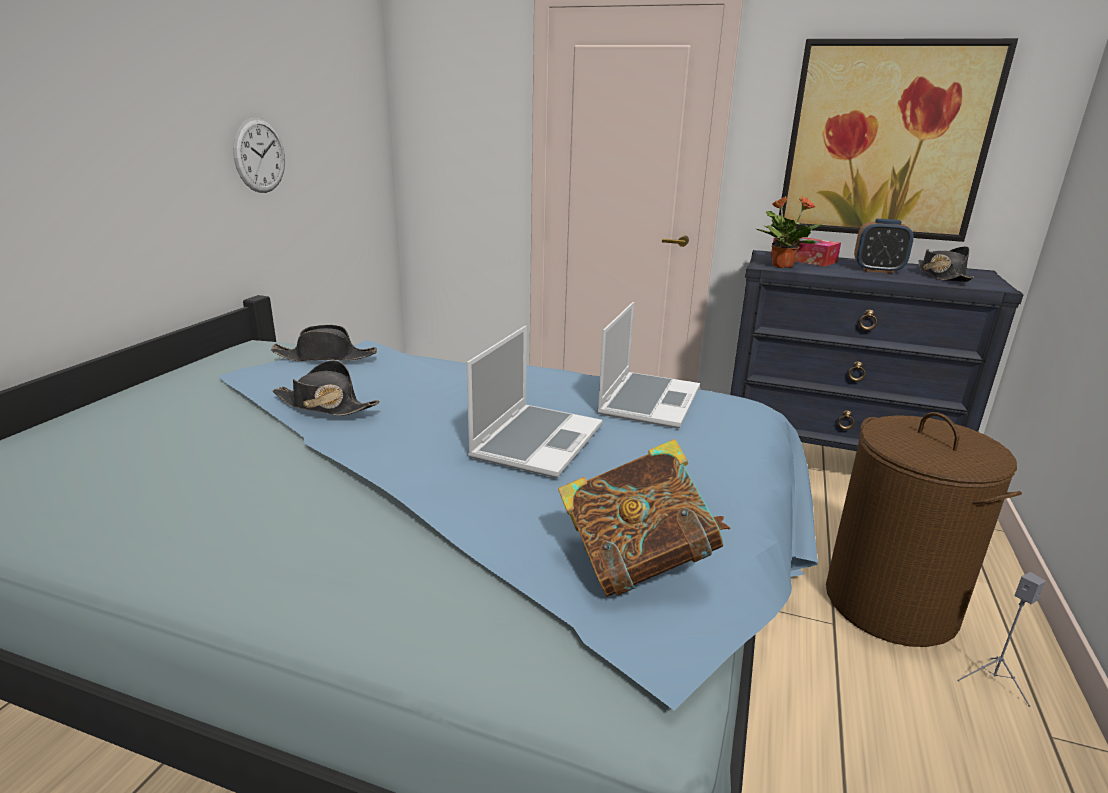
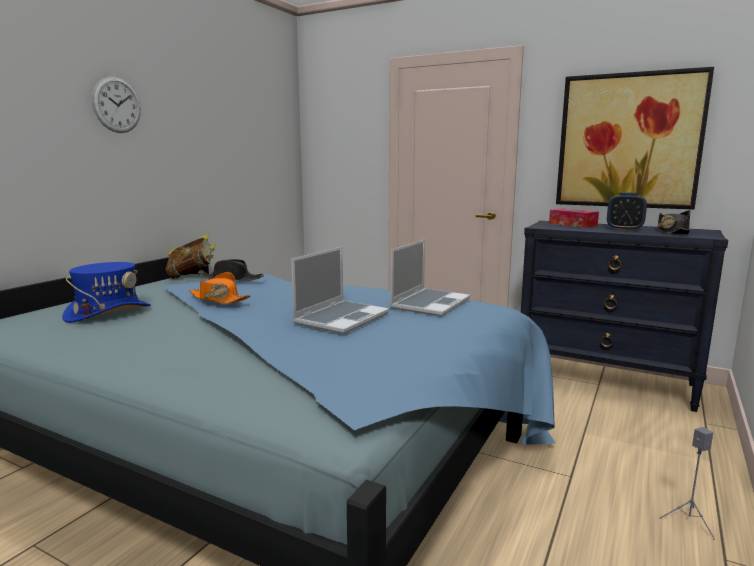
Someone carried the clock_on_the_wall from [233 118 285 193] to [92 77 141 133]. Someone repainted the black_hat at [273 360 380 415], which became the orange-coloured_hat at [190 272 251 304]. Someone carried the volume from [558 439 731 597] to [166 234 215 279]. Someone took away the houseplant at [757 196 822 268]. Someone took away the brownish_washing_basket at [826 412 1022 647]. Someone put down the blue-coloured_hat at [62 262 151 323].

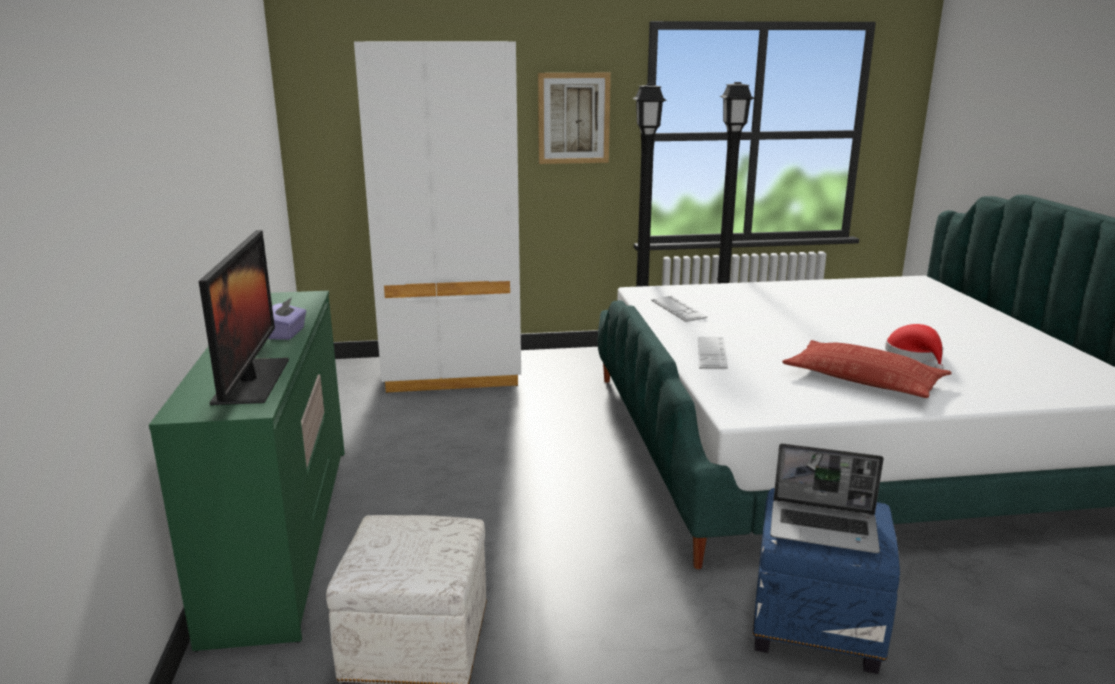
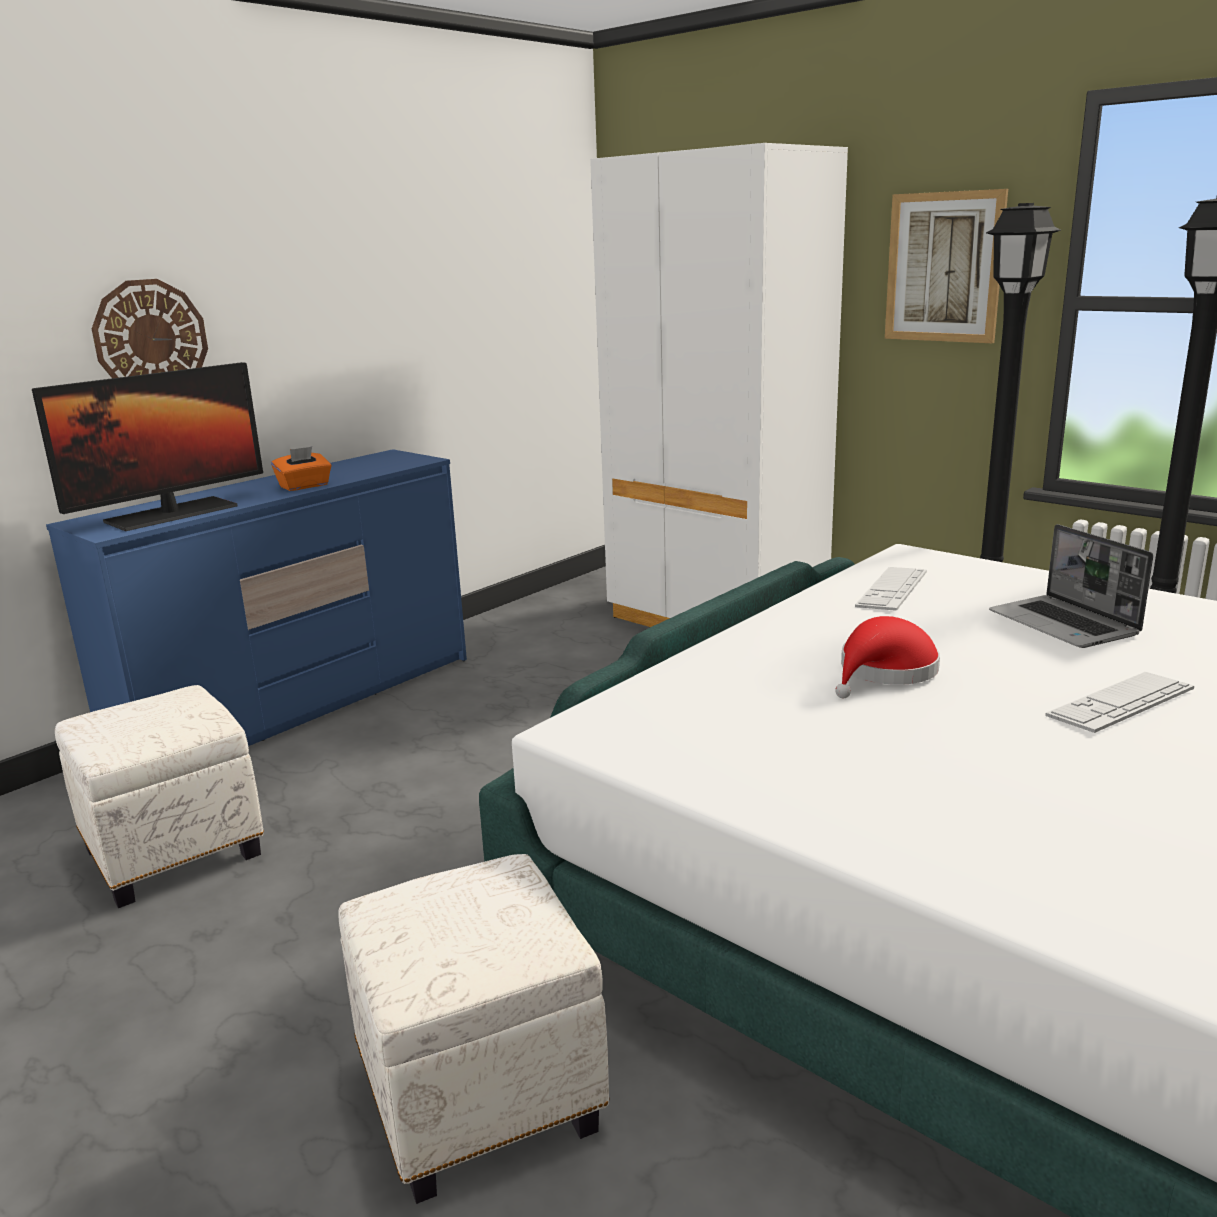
Someone repainted the greenish_dresser at [149 291 345 652], which became the blue-coloured_dresser at [46 449 467 746]. Someone repainted the purplish_box_of_tissues at [269 297 307 340], which became the orange-coloured_box_of_tissues at [271 446 332 491]. Someone carried the computer_keyboard from [698 337 728 369] to [1045 672 1194 733]. Someone repainted the blue-coloured_footrest at [753 488 900 674], which became the whitish_footrest at [338 854 609 1204]. Someone carried the portable_computer from [770 443 884 553] to [989 524 1153 648]. Someone took away the cushion at [782 340 952 398]. Someone carried the red-coloured_hat from [885 324 944 370] to [835 616 940 698]. Someone put up the clock_on_the_wall at [92 279 208 378].

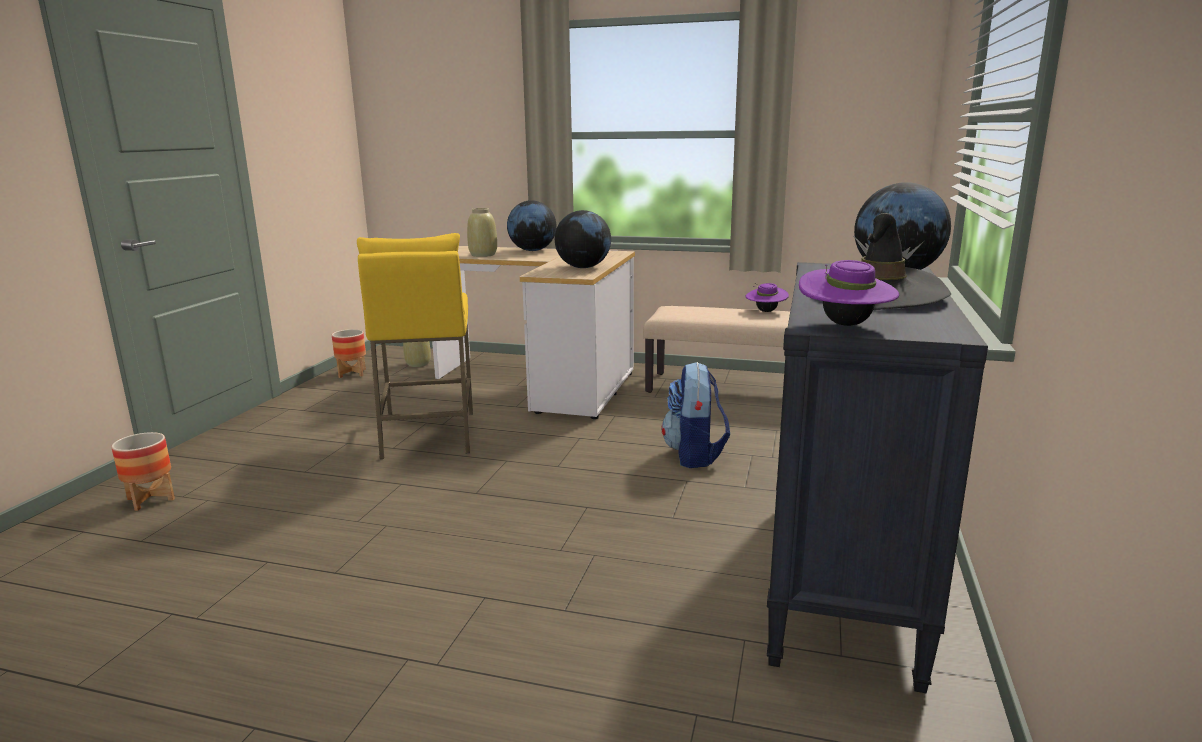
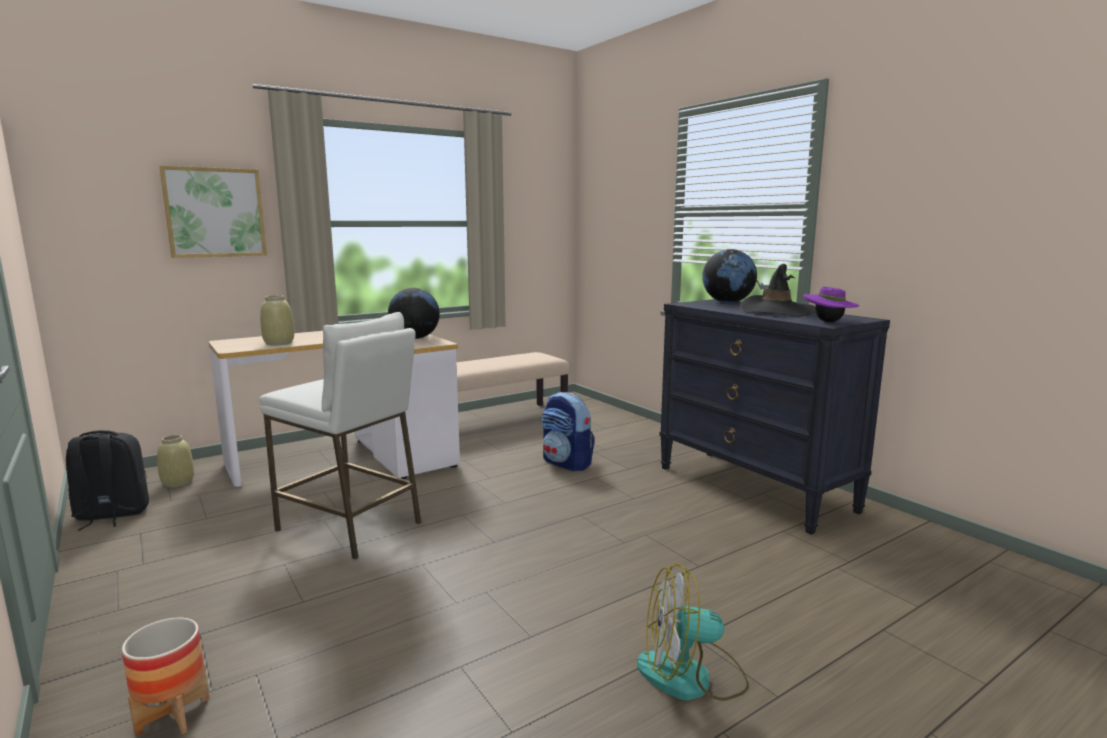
Someone swapped the plant_pot at [332 329 366 378] for the black_rucksack at [66 430 149 530]. Someone repainted the yellowish_sitting_stool at [357 233 473 459], which became the whitish_sitting_stool at [259 312 421 559]. Someone took away the desk_globe at [507 200 557 251]. Someone took away the purplish_hat at [745 283 789 312]. Someone put up the wall_picture at [159 166 267 258]. Someone put down the cooling_fan at [637 563 749 701].

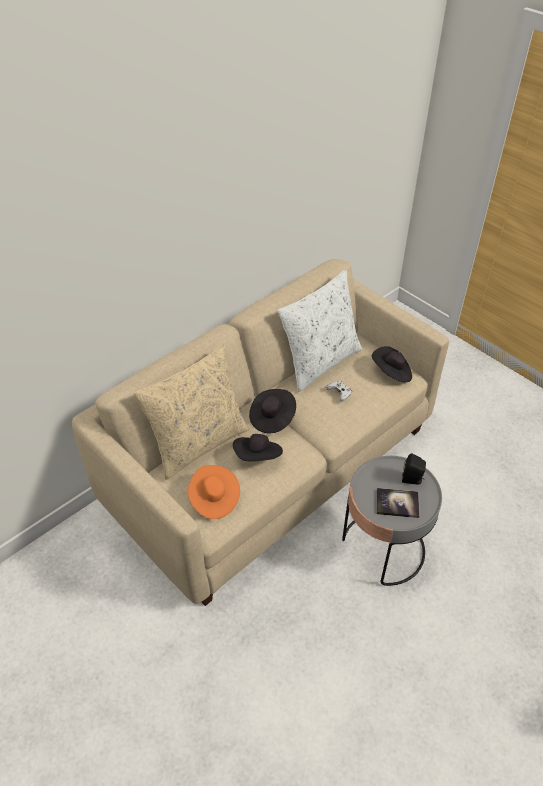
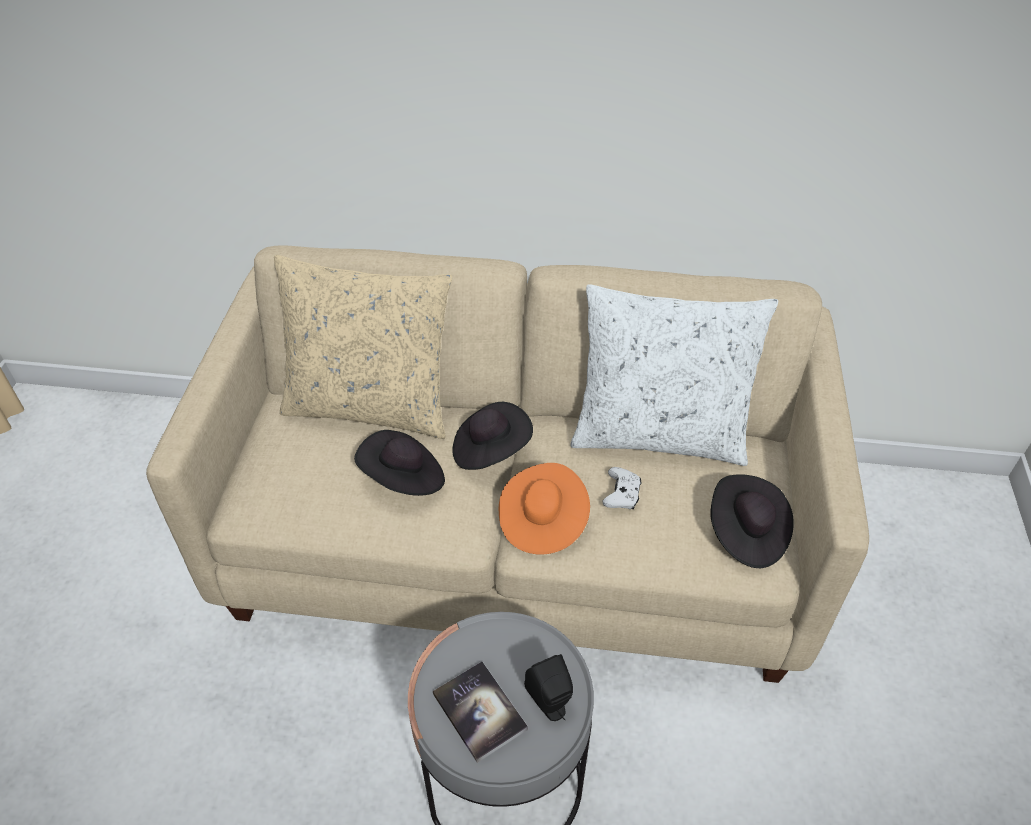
Someone carried the orange-coloured_hat from [188 465 240 519] to [499 463 590 554].

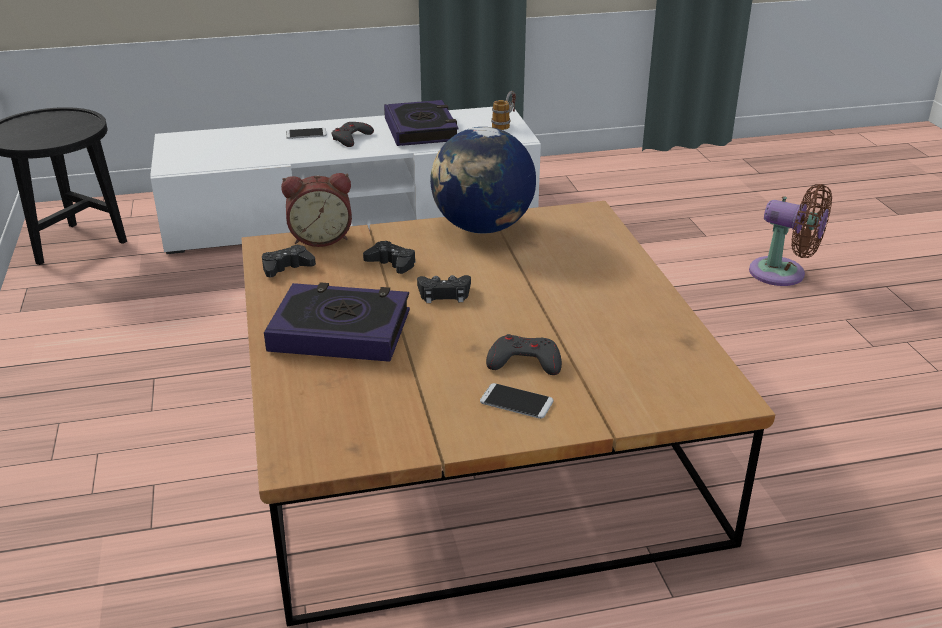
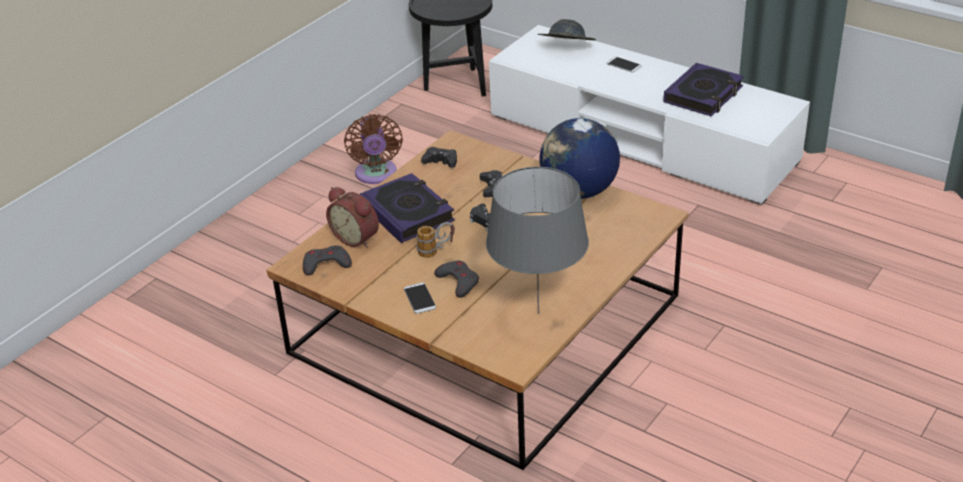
Someone carried the bedside_clock from [281 173 352 247] to [326 187 379 248]. Someone carried the gray_game_controller from [331 122 374 147] to [303 245 352 275]. Someone carried the coffee_mug from [491 91 516 130] to [417 222 455 258]. Someone carried the brownish_cooling_fan from [749 184 832 286] to [344 114 403 184]. Someone put down the gray_lamp_for_a_table at [486 167 589 314]. Someone put down the gray_hat at [538 19 596 40].

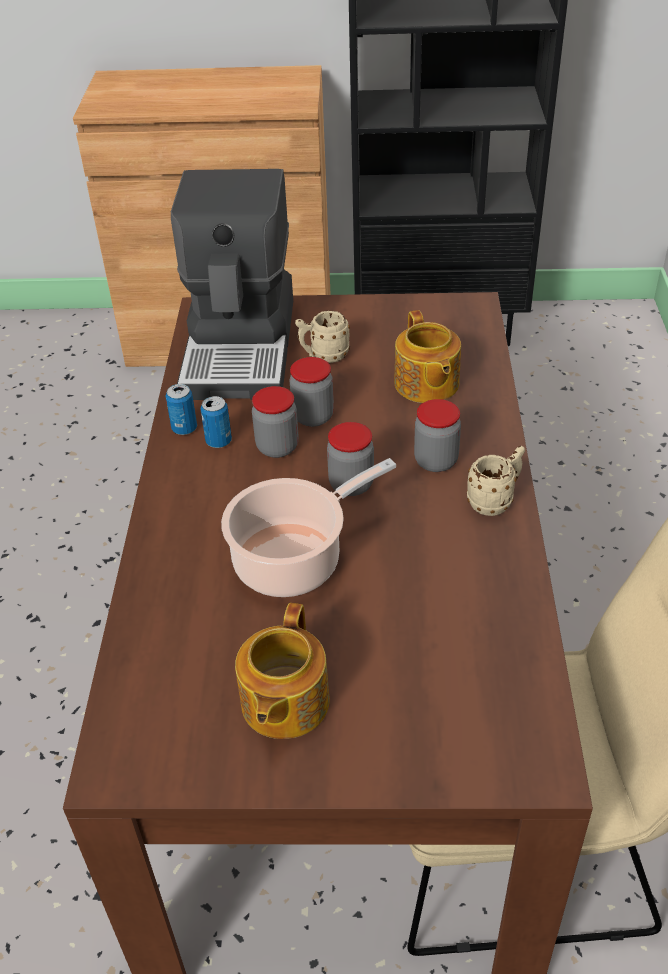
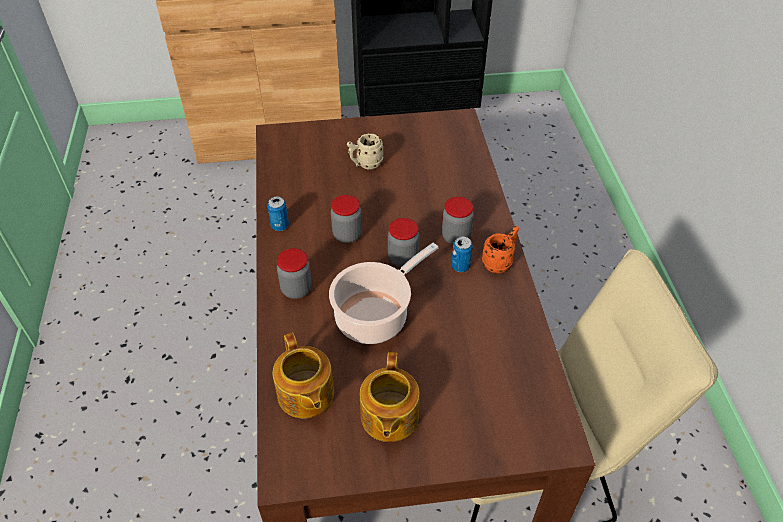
Someone took away the coffee_brewer at [170 169 293 400]. Someone carried the metal_can from [201 396 232 448] to [451 237 473 272]. Someone carried the preserve_jar from [289 357 334 427] to [277 248 312 299]. Someone carried the pot_for_tea from [394 310 461 403] to [273 332 334 418]. Someone repainted the sand-coloured_coffee_mug at [467 446 525 516], which became the orange-coloured_coffee_mug at [482 226 519 273].

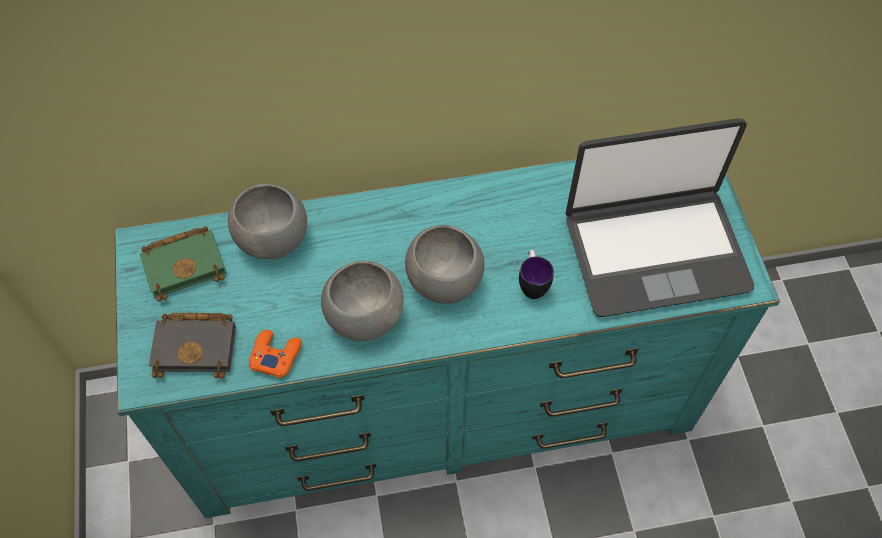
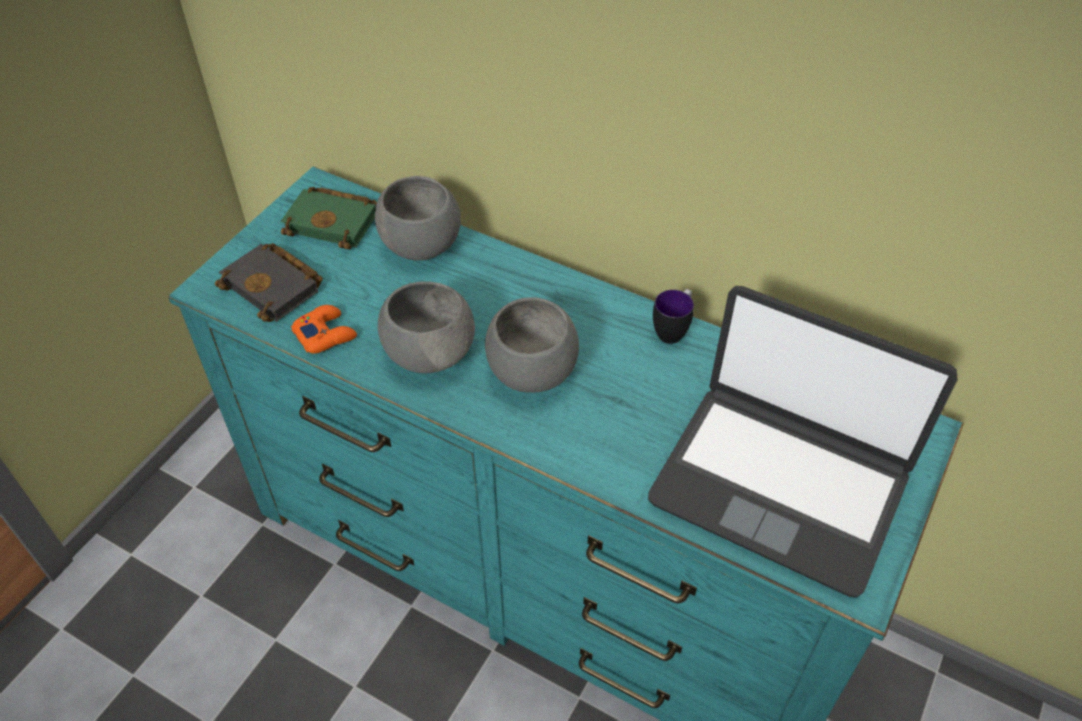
Someone carried the coffee_mug from [519 250 554 299] to [653 289 694 344].

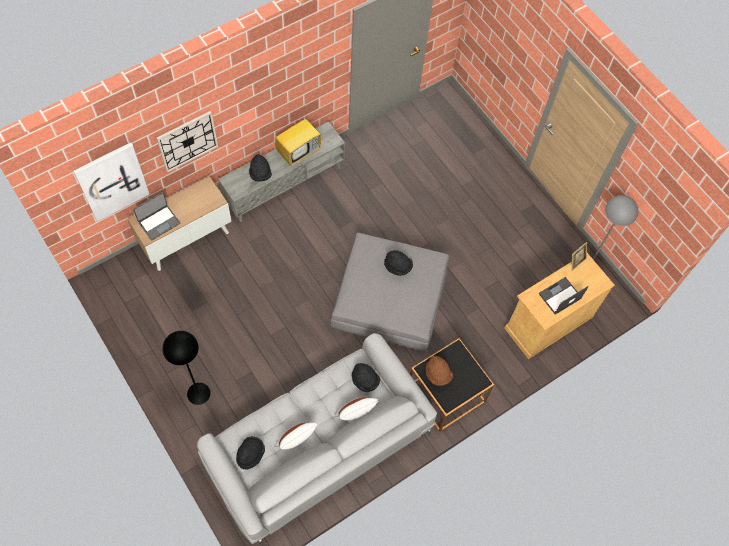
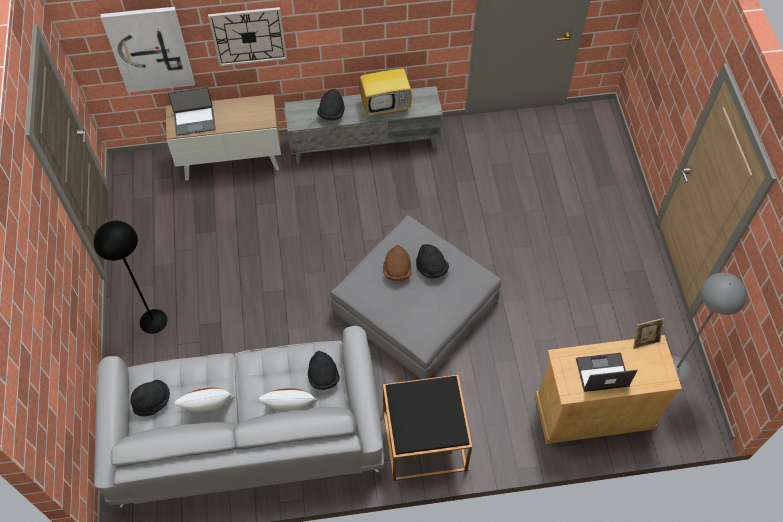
Someone carried the brownish_hat from [425 356 453 386] to [383 245 412 281].

